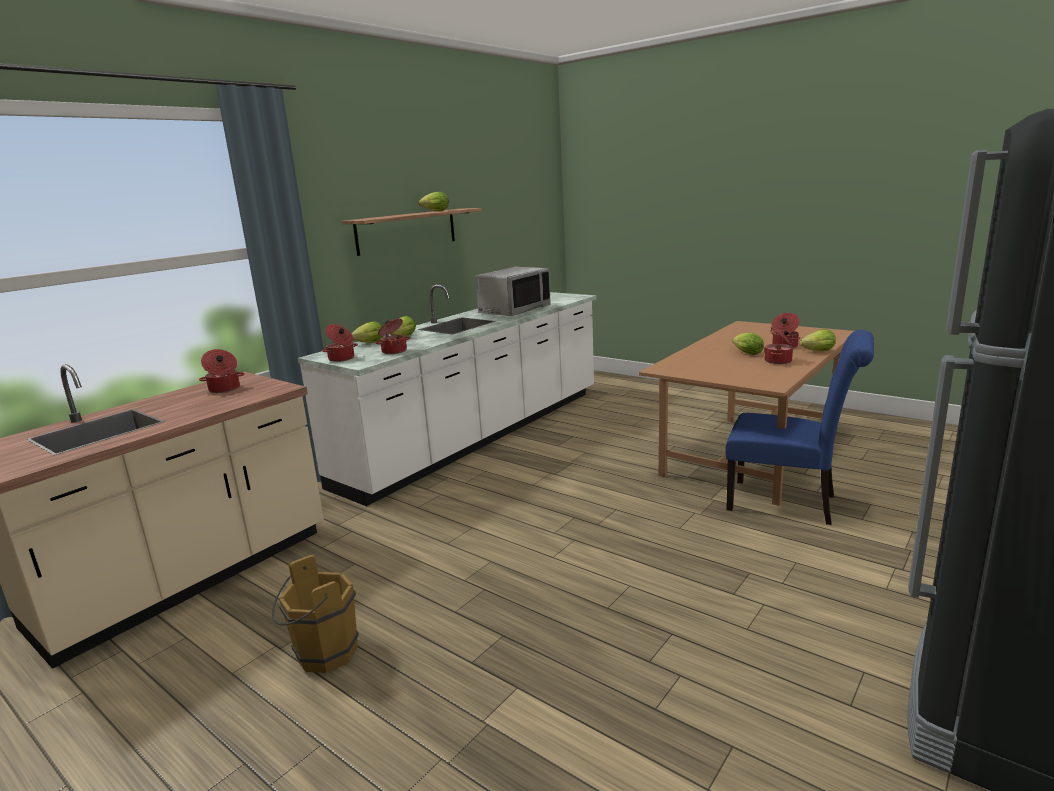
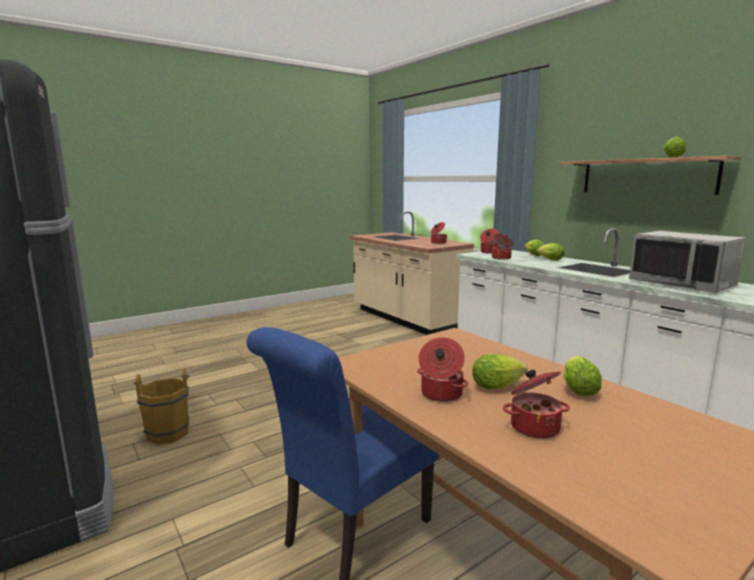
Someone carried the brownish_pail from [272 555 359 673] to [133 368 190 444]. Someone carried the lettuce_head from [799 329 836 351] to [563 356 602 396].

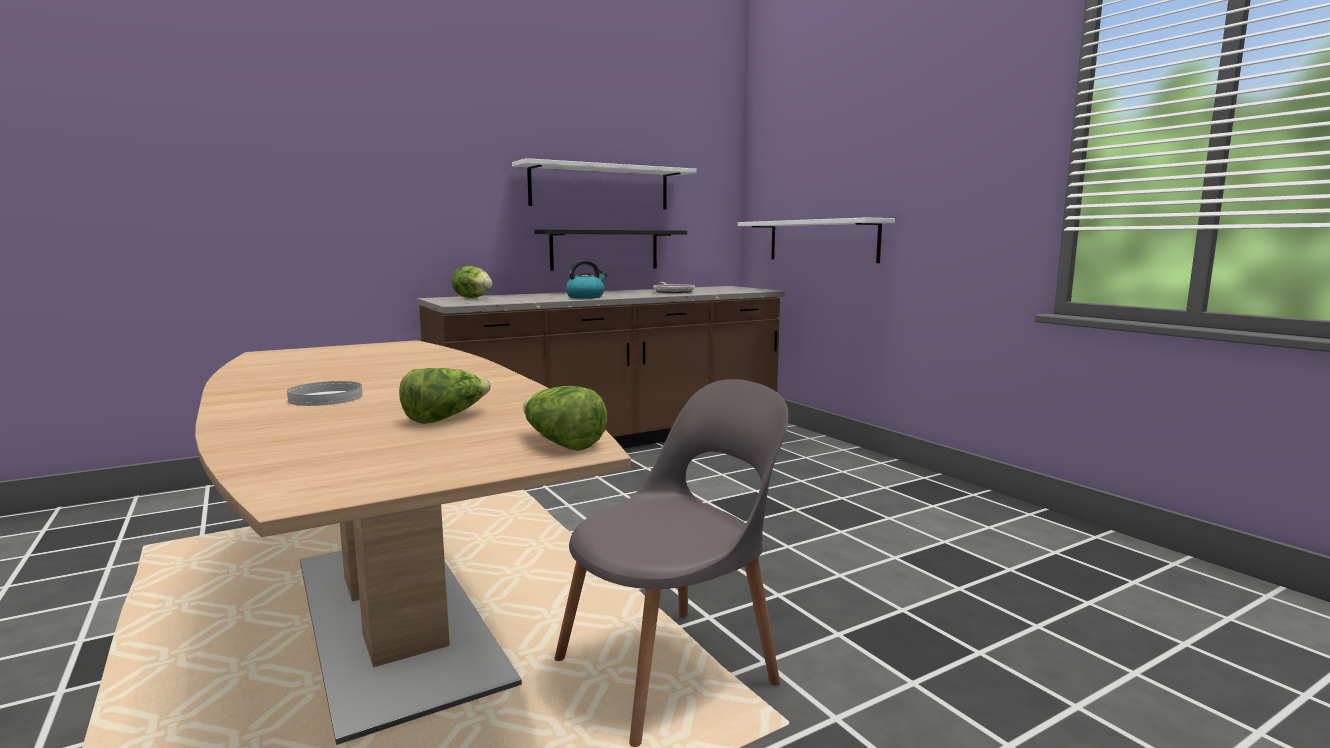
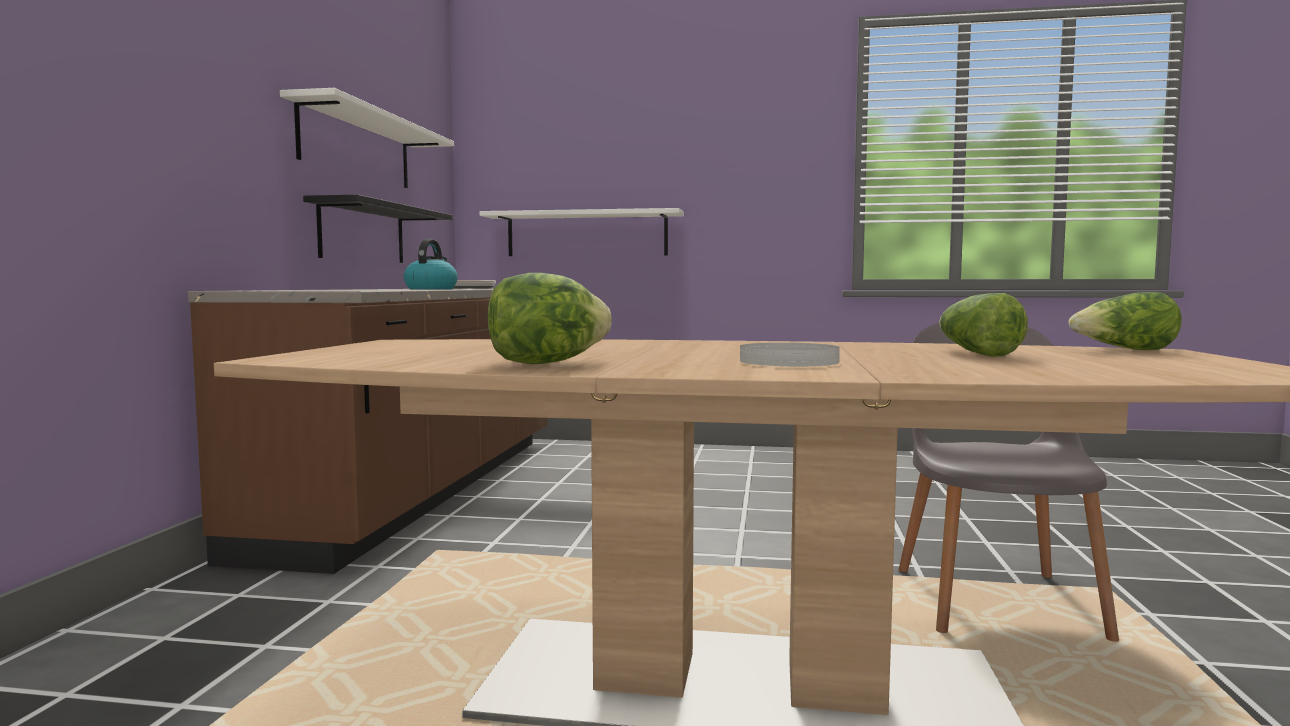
Someone carried the lettuce_head from [452 266 492 298] to [488 273 612 364].

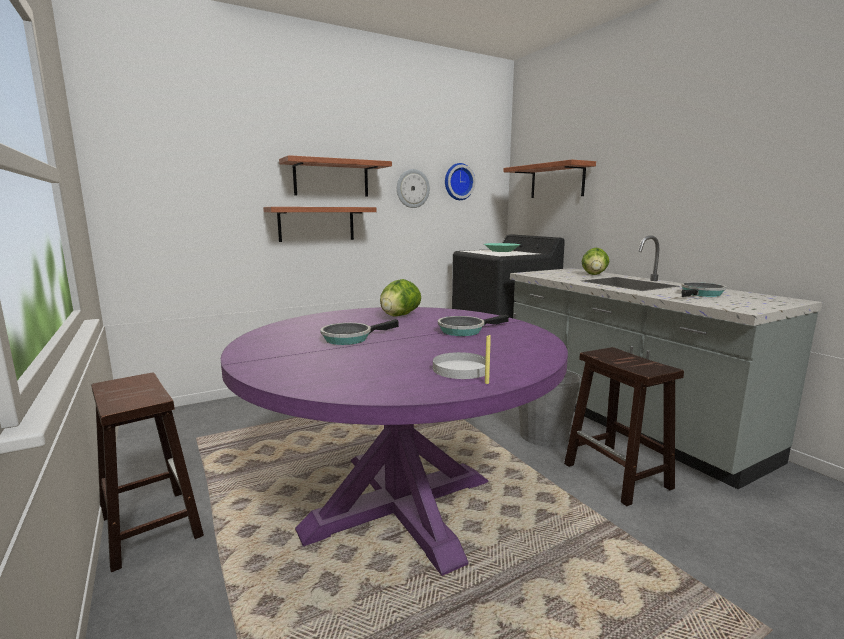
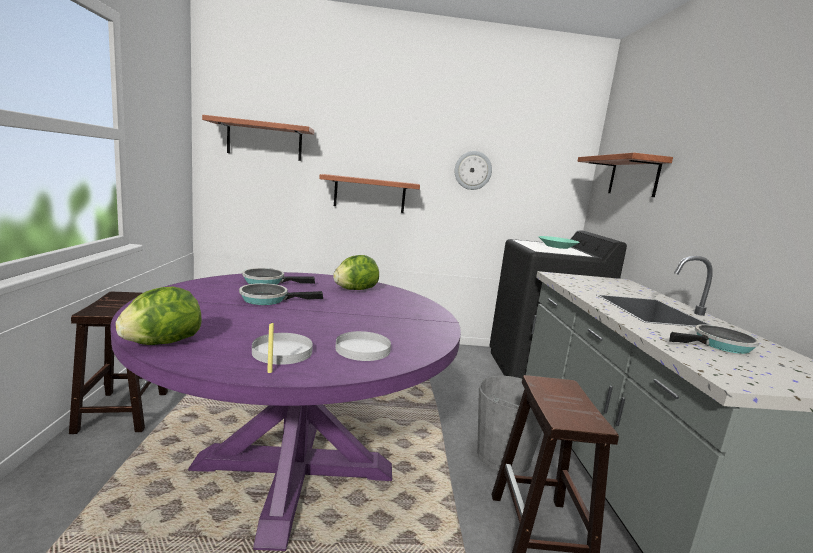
Someone carried the wall_shelf from [279 155 392 197] to [202 115 314 161]. Someone carried the pan from [438 314 509 336] to [242 268 315 285]. Someone took away the clock_on_the_wall at [445 163 475 200]. Someone carried the lettuce_head from [581 247 609 275] to [116 287 202 345]. Someone put down the whitish_flat_dish at [335 331 391 361].

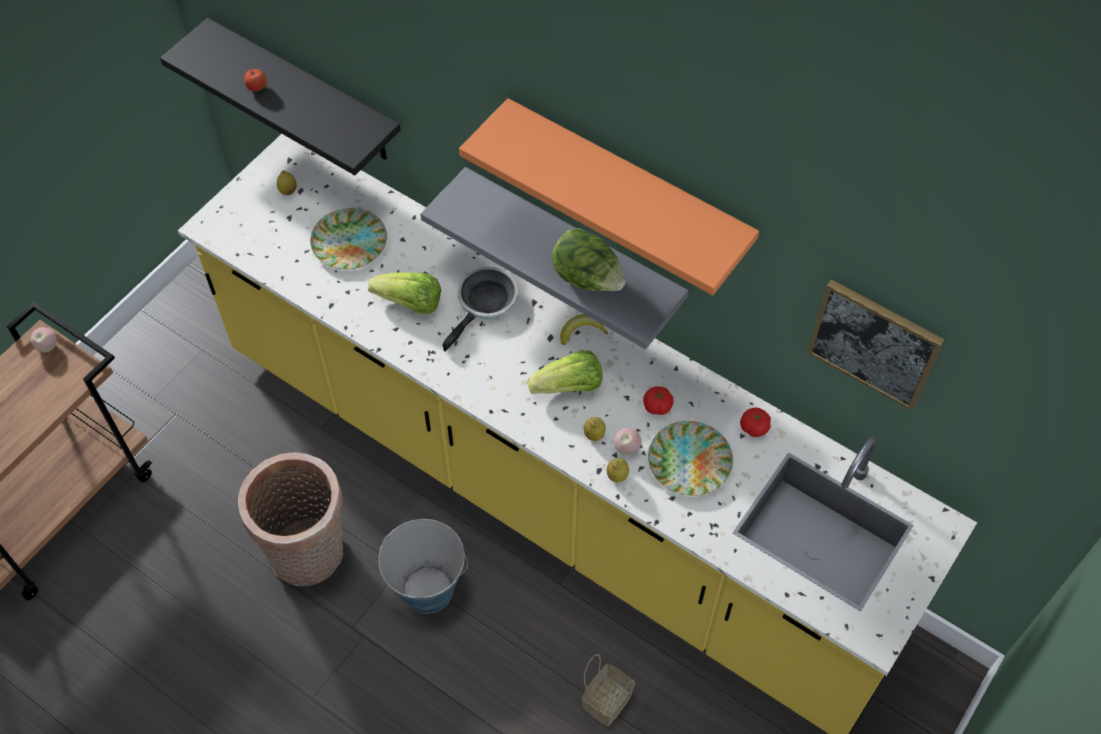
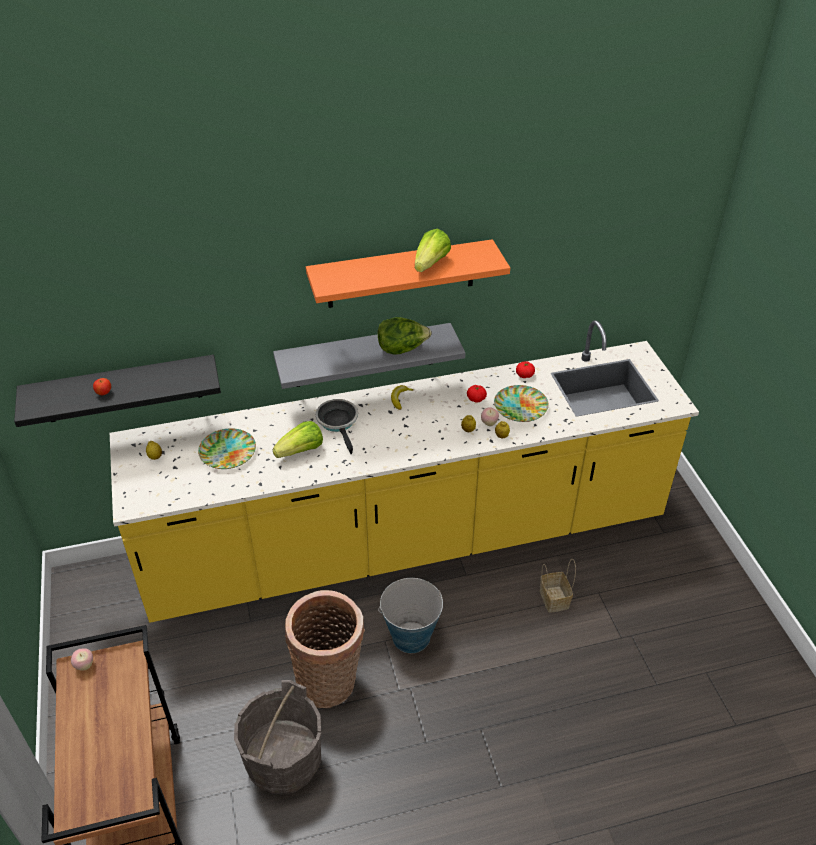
Someone carried the lettuce_head from [528 350 602 394] to [415 229 451 272]. Someone took away the wall_picture at [807 279 945 411]. Someone put down the gray_pail at [234 680 321 794].

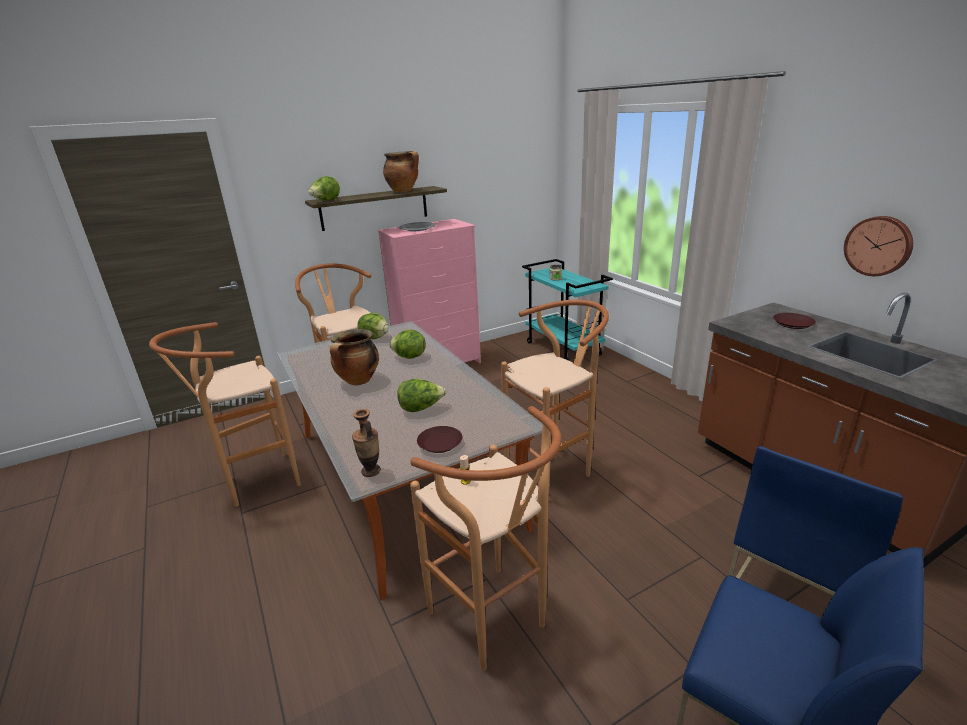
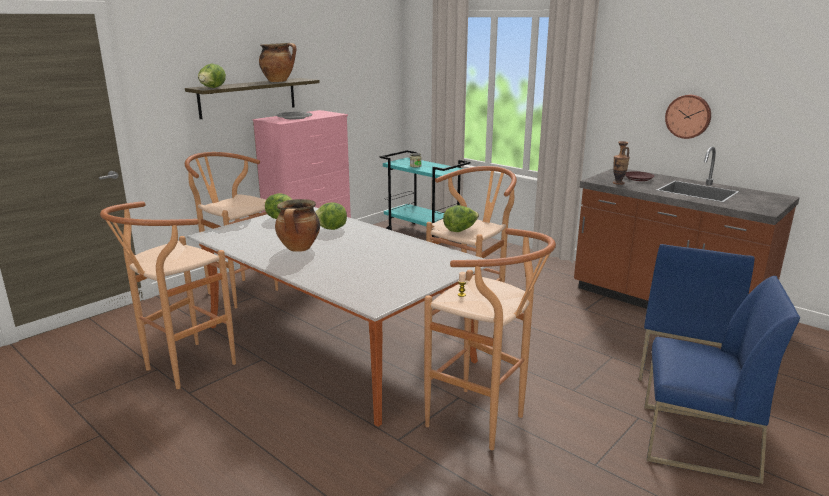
Someone carried the flower_vase from [352 409 381 477] to [613 141 630 185]. Someone carried the lettuce_head from [397 379 446 412] to [443 205 479 232]. Someone took away the brownish_flat_dish at [417 426 462 453].

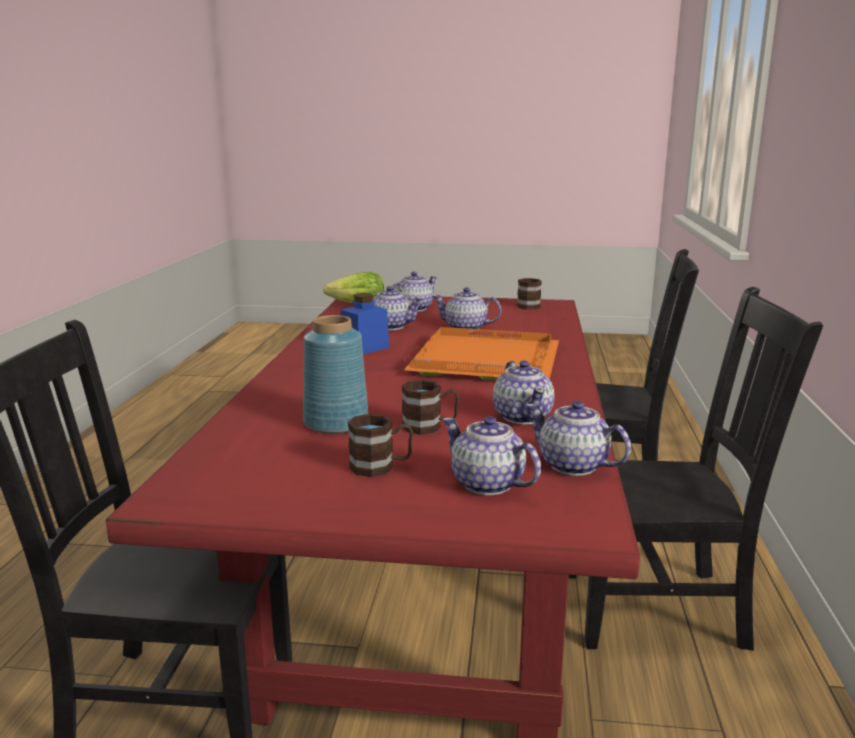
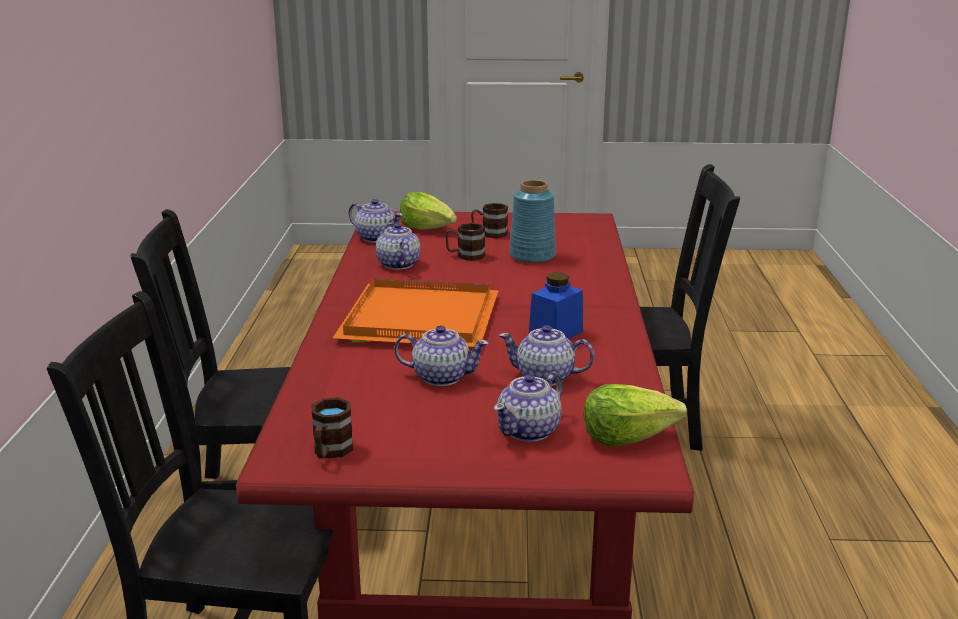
Someone swapped the pot_for_tea at [442 416 541 495] for the lettuce_head at [400 192 457 230].

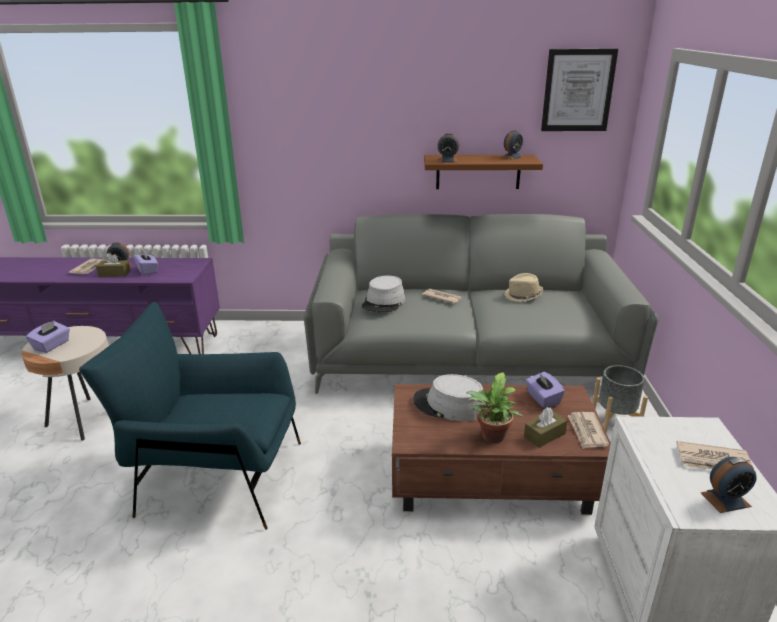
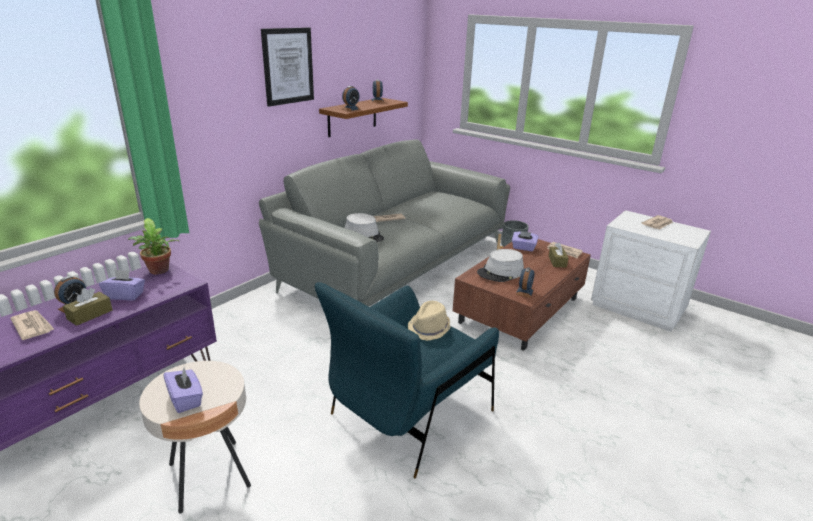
Someone carried the houseplant from [467 372 523 443] to [128 218 179 274]. Someone carried the sand-coloured_hat from [504 273 544 302] to [408 301 451 341]. Someone carried the wall_picture from [541 49 618 131] to [261 28 314 107]. Someone carried the bedside_clock from [701 457 757 513] to [516 267 534 298].

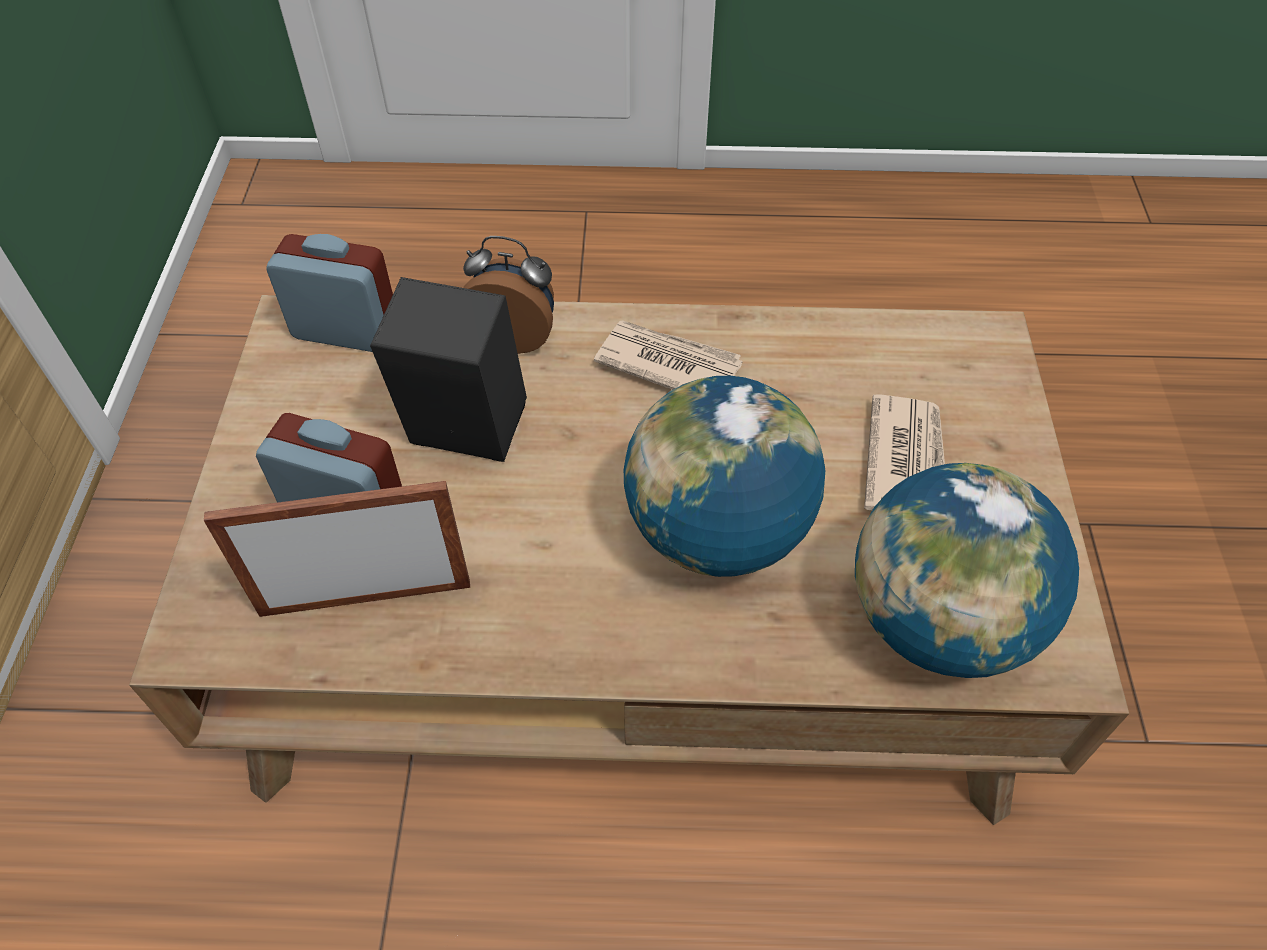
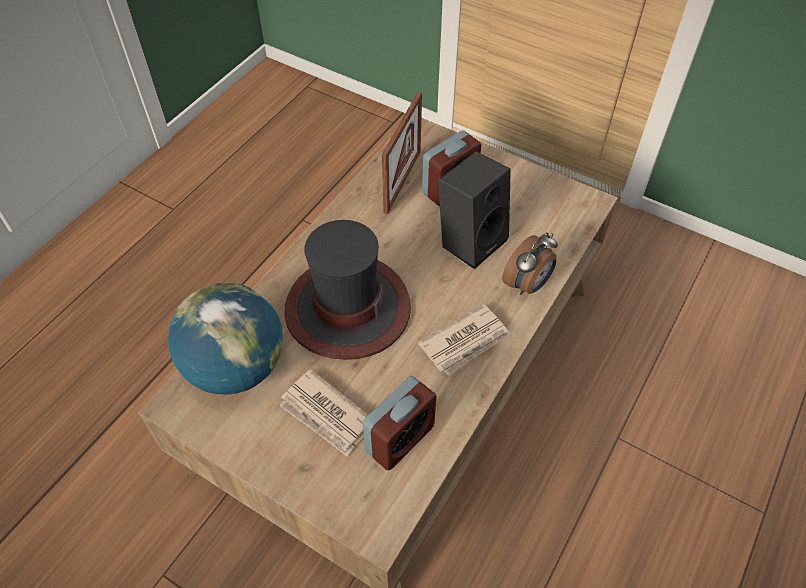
Someone carried the bedside_clock from [266 234 393 352] to [363 376 436 471]. Someone swapped the desk_globe at [624 376 825 577] for the hat at [285 220 411 360].

